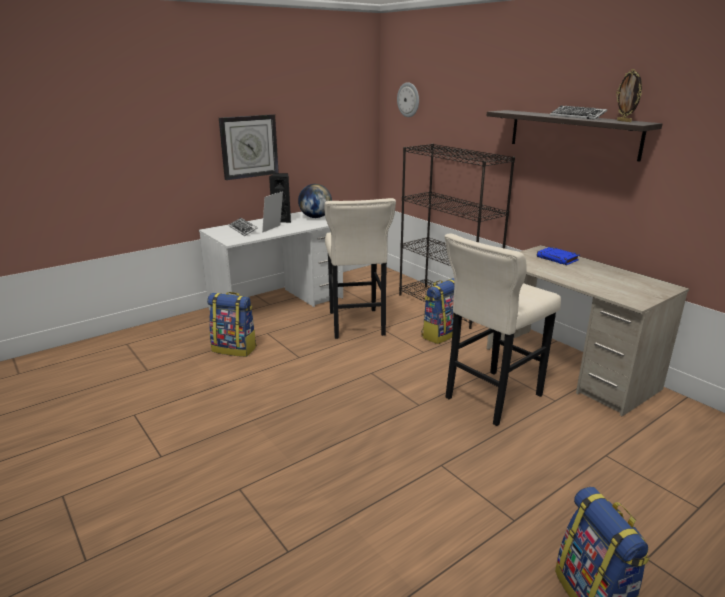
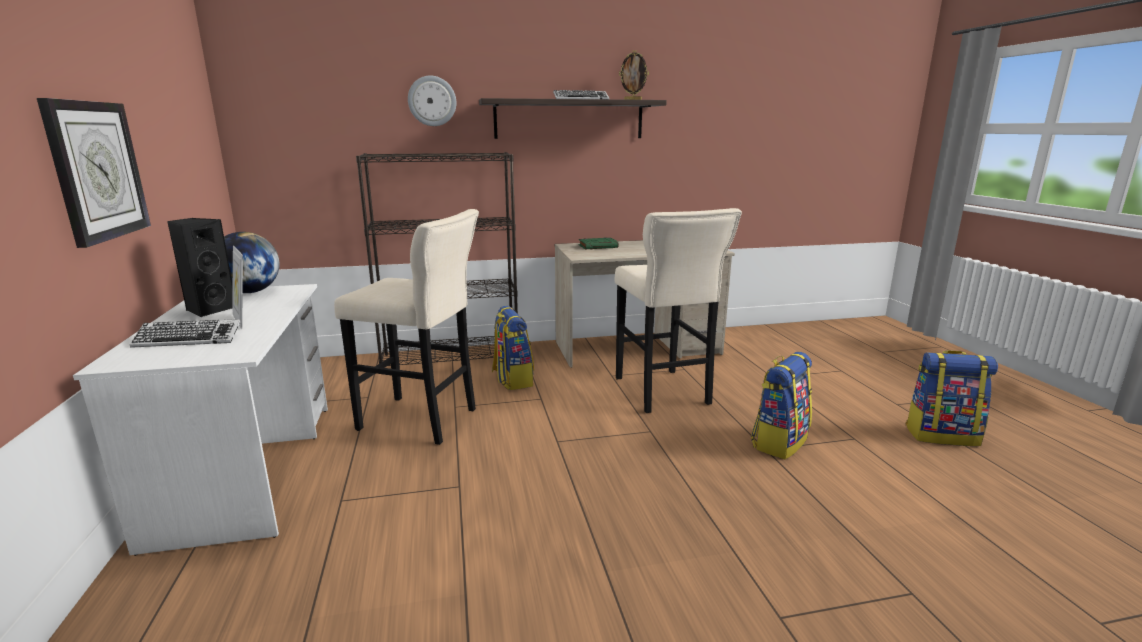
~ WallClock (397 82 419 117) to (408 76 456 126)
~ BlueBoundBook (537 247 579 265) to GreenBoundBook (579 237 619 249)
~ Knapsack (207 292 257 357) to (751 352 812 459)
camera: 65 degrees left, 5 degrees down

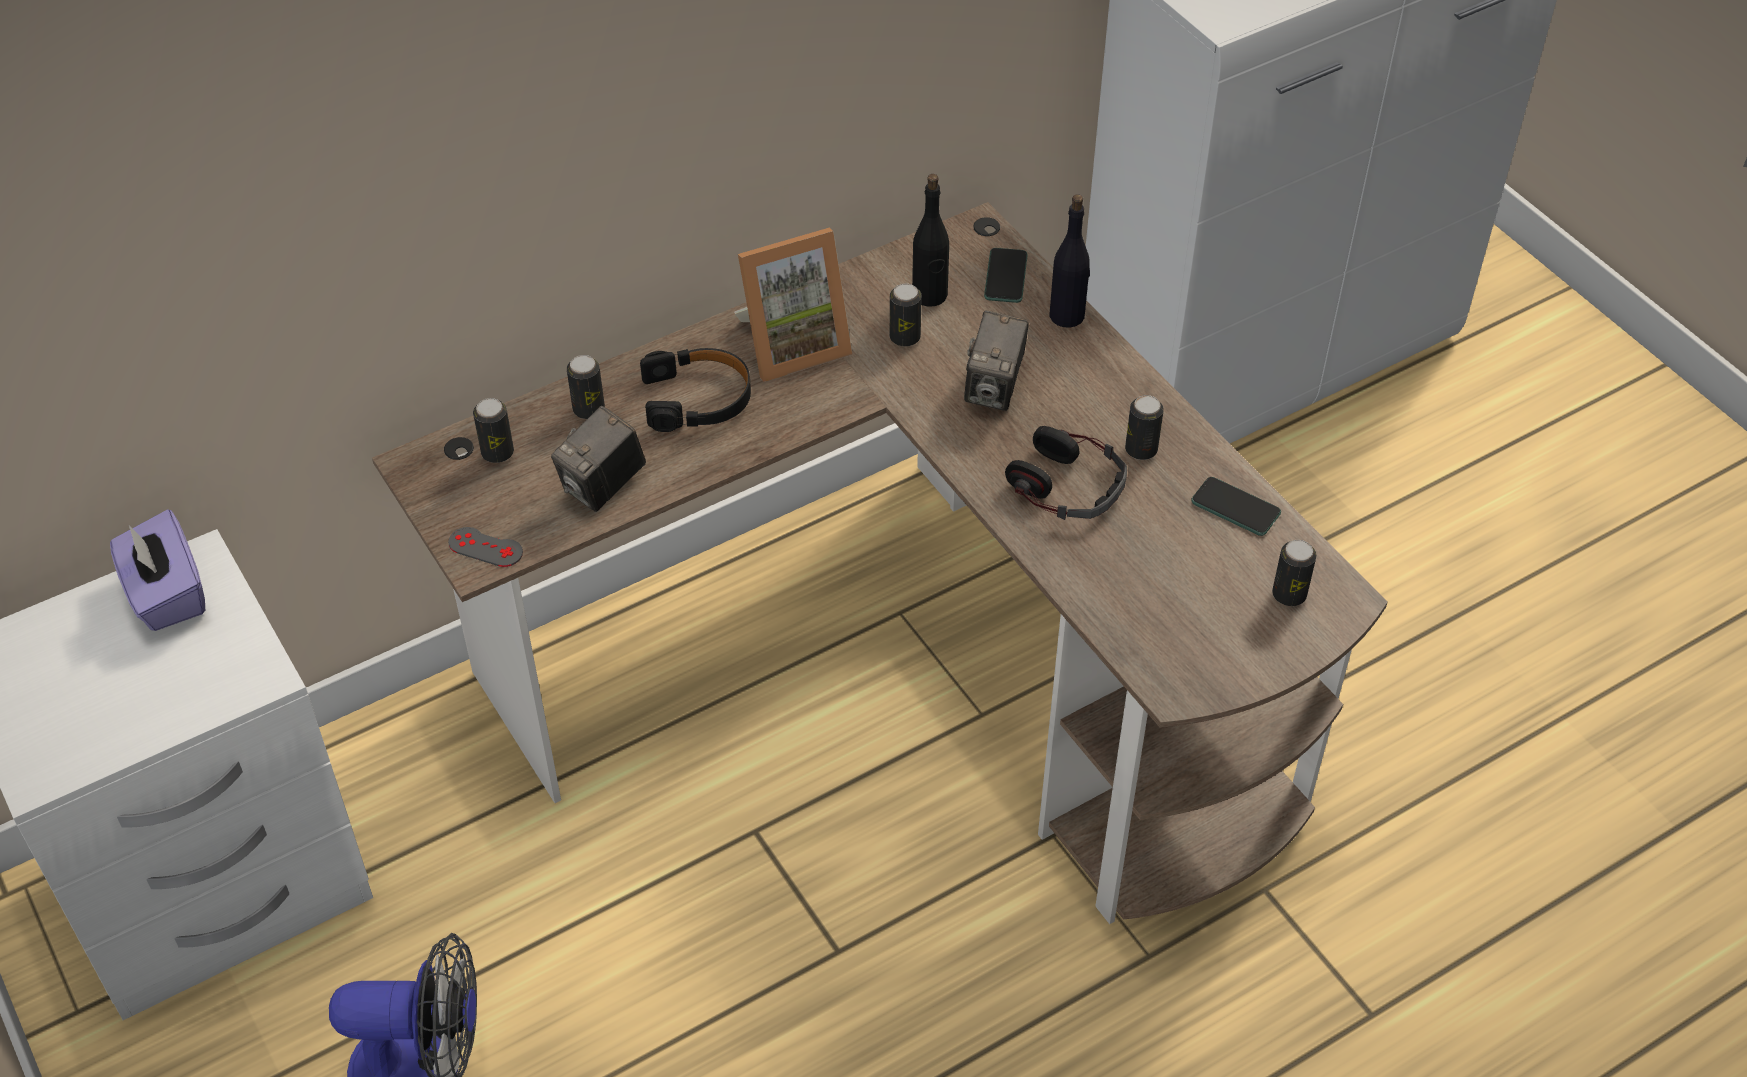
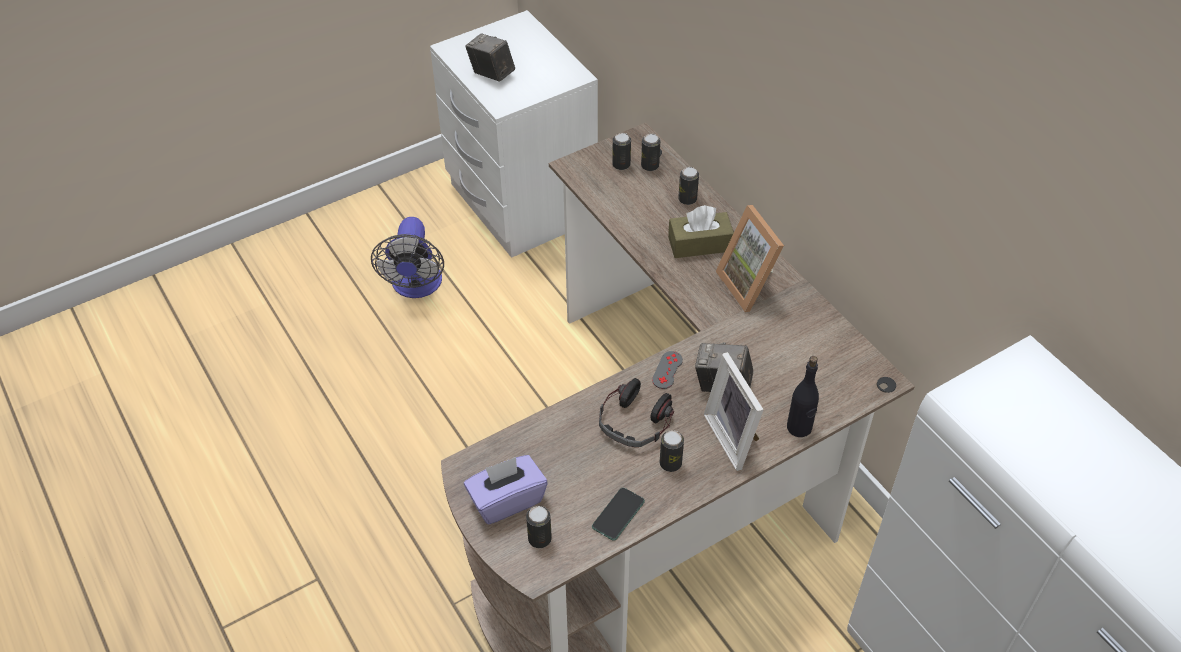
- BlackColouredDrinkBottle (912 174 949 307)
- Phone (984 248 1028 303)
~ SealedCan (890 283 922 347) to (612 133 631 170)
~ BlackColouredHeadset (640 348 751 432) to BrownTissueBox (668 205 734 258)
~ PhotoCamera (551 406 646 512) to (466 33 515 82)
~ PurplishTissueBox (110 509 205 631) to (464 455 548 524)
~ GreyishGamepad (448 527 523 567) to (652 351 683 389)
+ PhotoFrame (704 352 764 471)
camera: 90 degrees right, 0 degrees up

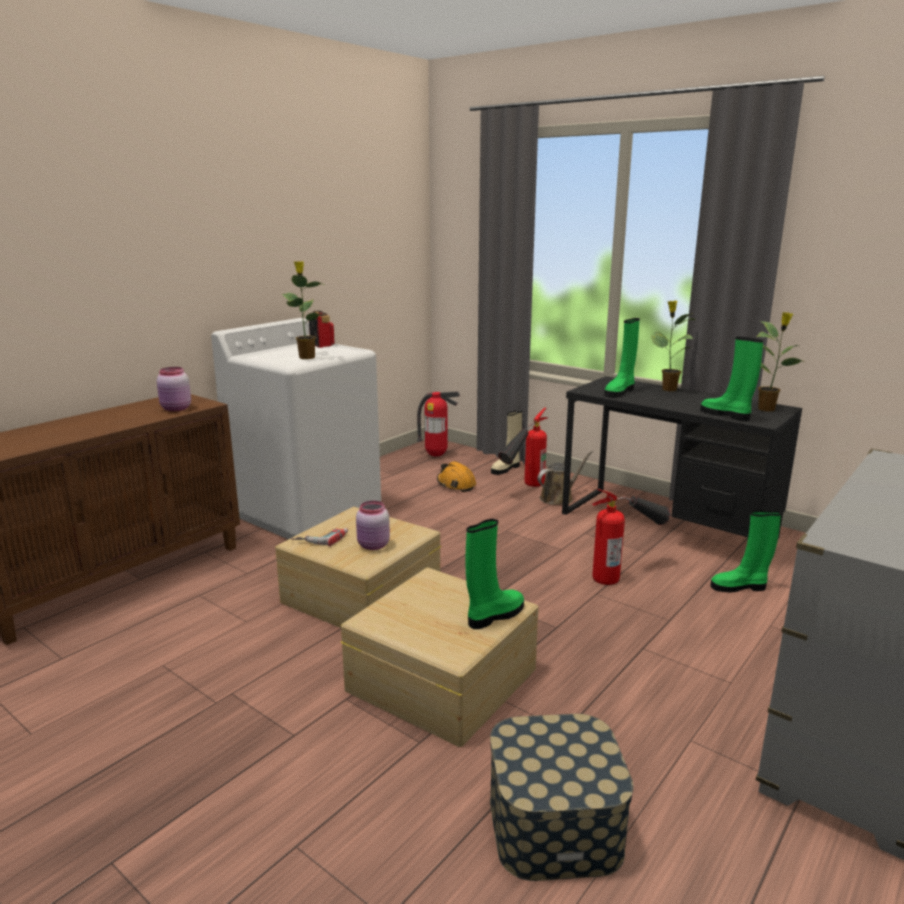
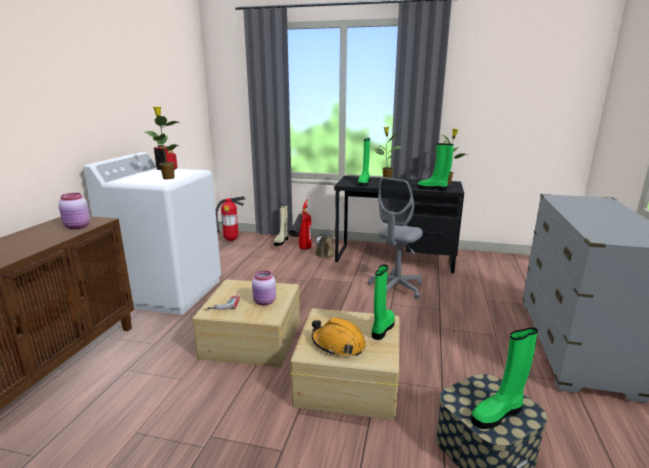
~ OrangeHardHat (437 461 476 492) to (312 317 366 356)
~ FireFightingCylinder (592 489 671 585) to GreyishDeskChair (368 177 423 299)
~ GreenTallBoot (710 510 781 592) to (471 327 538 429)
camera: 25 degrees left, 0 degrees up

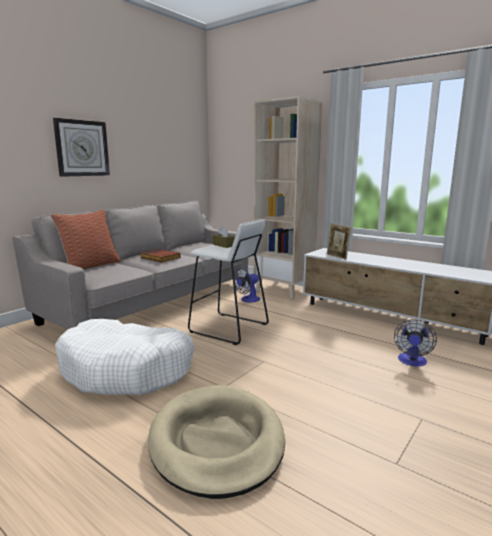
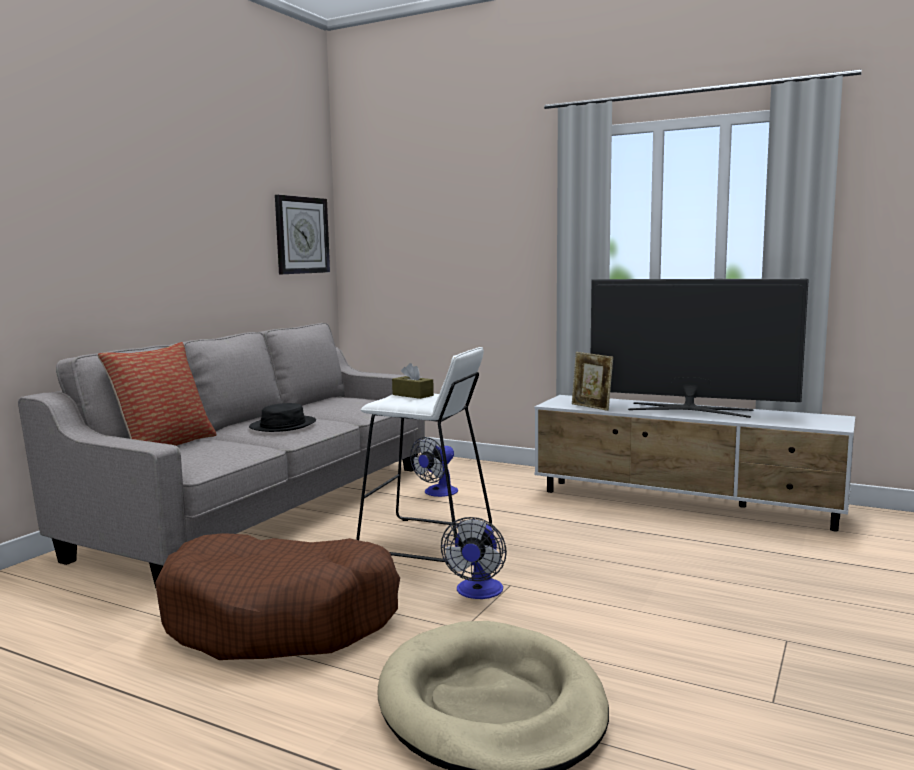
- BeigeShelvingUnit (254 96 322 299)
~ WallClock (53 118 110 177) to (275 195 330 274)
~ BoundBook (141 249 180 263) to BlackColouredClothingHat (249 403 316 432)
~ WhiteDogCushion (55 319 194 395) to BrownDogCushion (155 533 400 660)
~ CoolingFan (394 319 437 366) to (441 517 507 599)
+ Tv (591 279 809 418)
camera: 10 degrees left, 5 degrees down

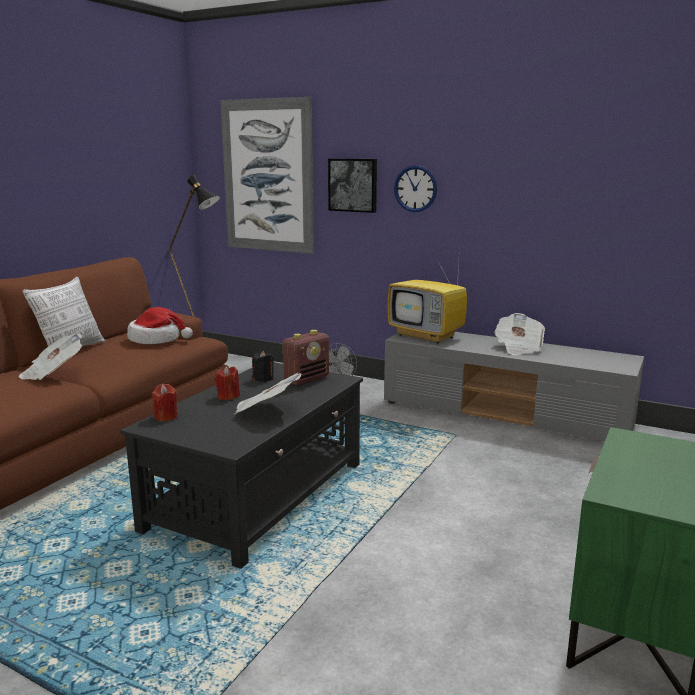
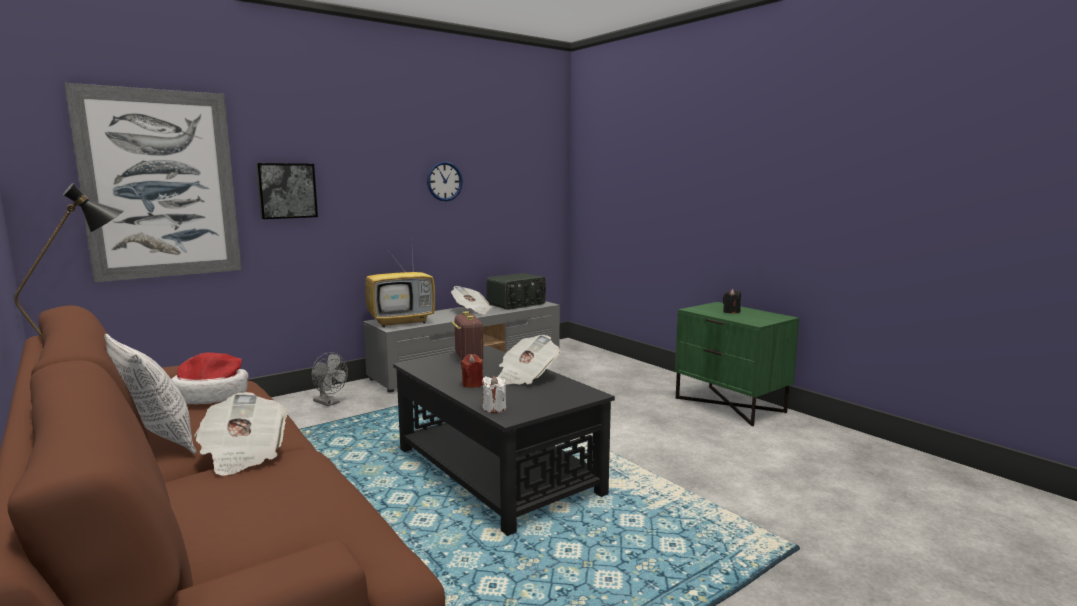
~ WallClock (394 165 437 212) to (427 161 463 201)
~ BlackColouredWaxLight (252 351 274 382) to (723 289 741 314)
~ RedColouredWaxLight (152 384 178 421) to WhiteWaxLight (482 376 506 413)
+ Radio (486 273 546 310)
camera: 65 degrees left, 5 degrees down

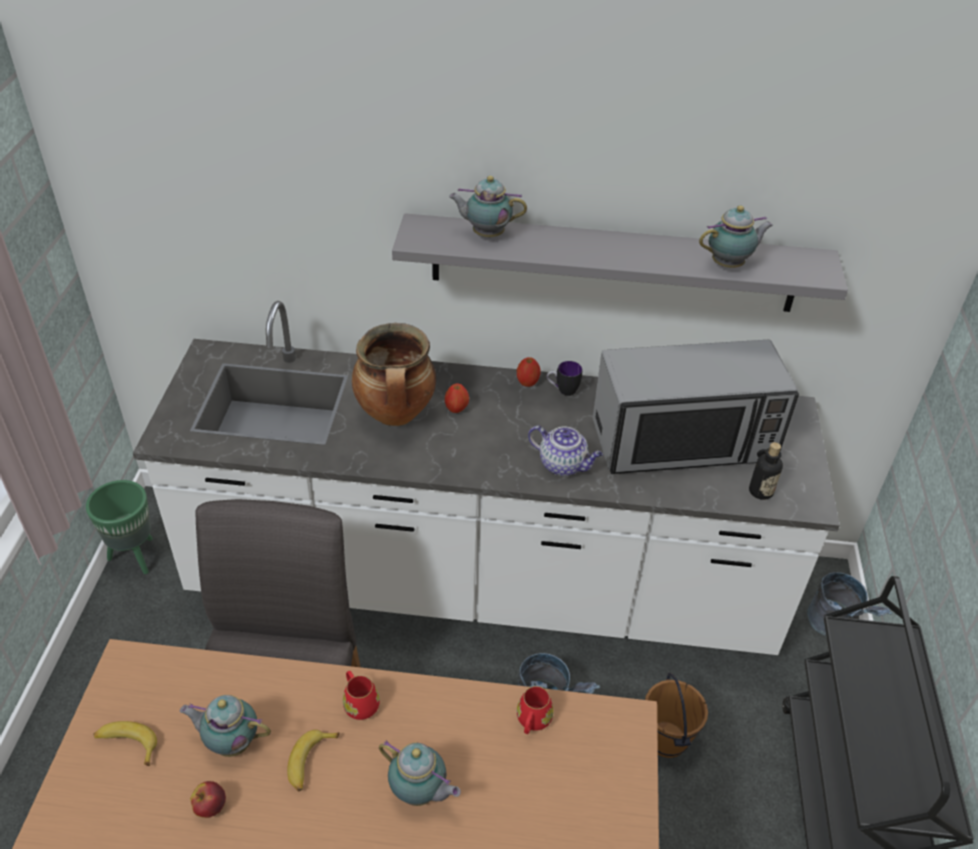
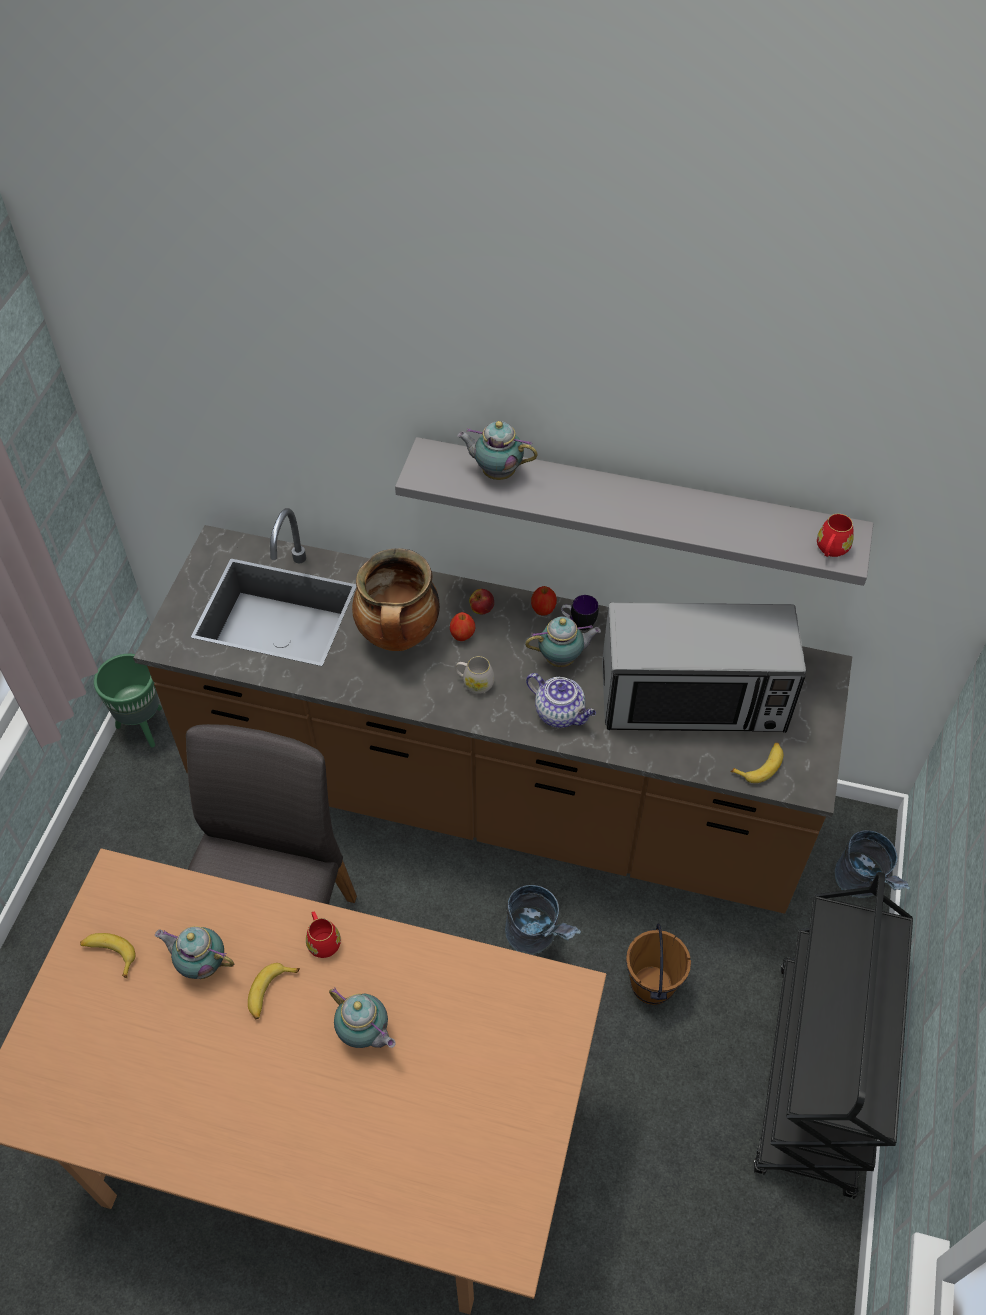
~ TeaPot (699 205 773 268) to (525 616 601 667)
~ WhiteCounter (133 301 840 655) to BrownCounter (133 508 852 914)
~ DrinkBottle (749 442 783 500) to Banana (731 743 783 783)
~ RedColouredMug (517 686 554 734) to (817 514 854 557)
~ WholeApple (190 781 226 818) to (469 589 494 615)
+ WhiteMug (455 656 494 694)
camera: 10 degrees right, 10 degrees up

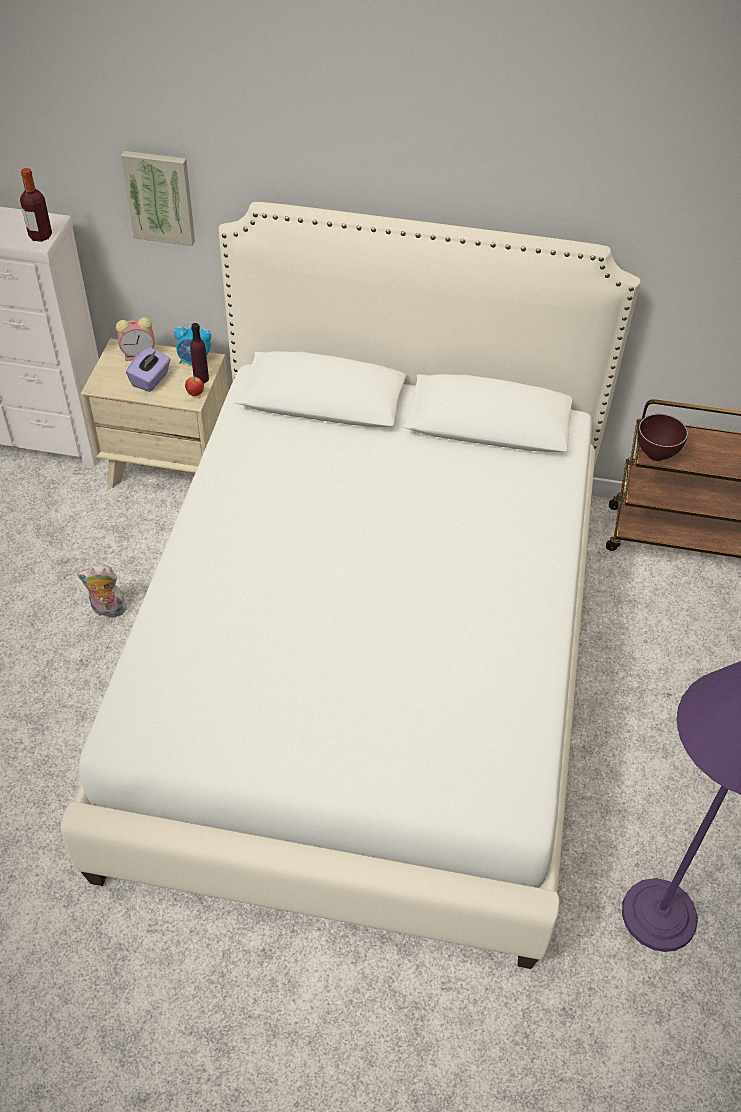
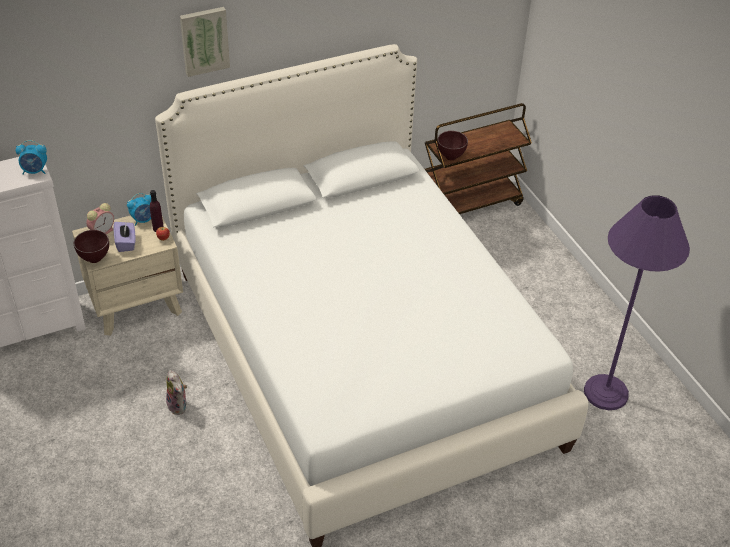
~ WallPicture (121 151 195 246) to (180 7 230 77)
~ DrinkBottle (20 168 52 242) to AlarmClock (16 140 47 174)
~ SoftToy (77 564 127 617) = (166 370 187 415) 90 degrees counterclockwise
+ BrownDeepDish (74 230 109 263)
camera: 35 degrees left, 5 degrees down

